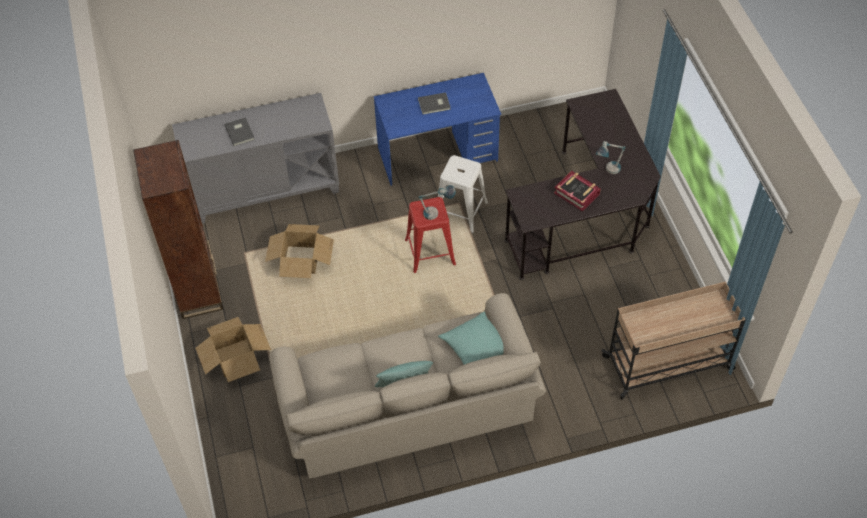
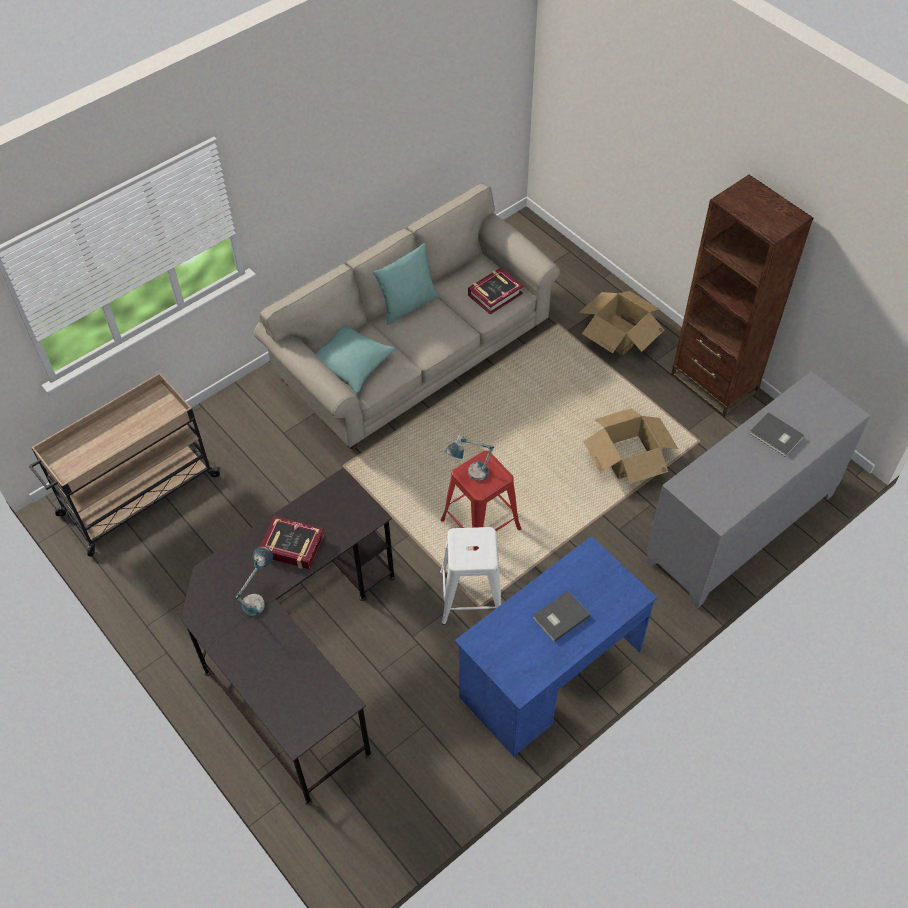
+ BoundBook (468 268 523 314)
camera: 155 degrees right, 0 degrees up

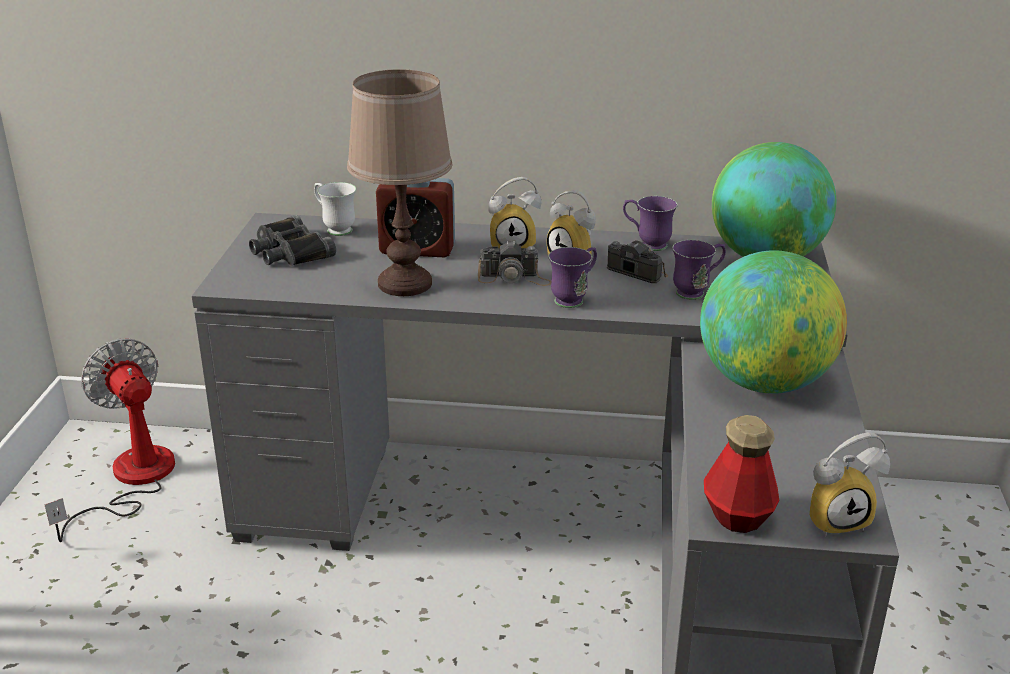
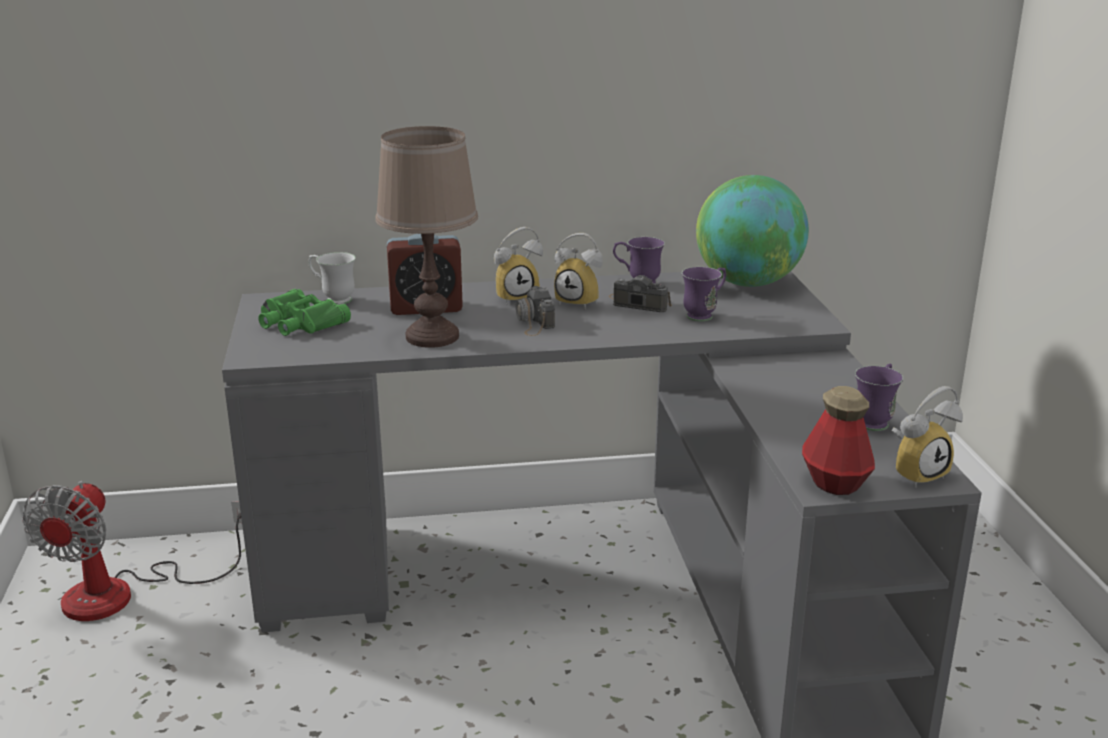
~ BlackColouredFieldGlasses (249 215 336 266) to GreenFieldGlasses (258 288 351 336)
~ PhotoCamera (478 241 551 286) = (516 286 555 336) 90 degrees clockwise
~ PurplishMug (548 247 597 308) to (855 364 903 431)
- Globe (700 250 847 394)
~ CoolingFan (45 338 175 542) = (22 481 242 621) 120 degrees counterclockwise
camera: 15 degrees left, 5 degrees down

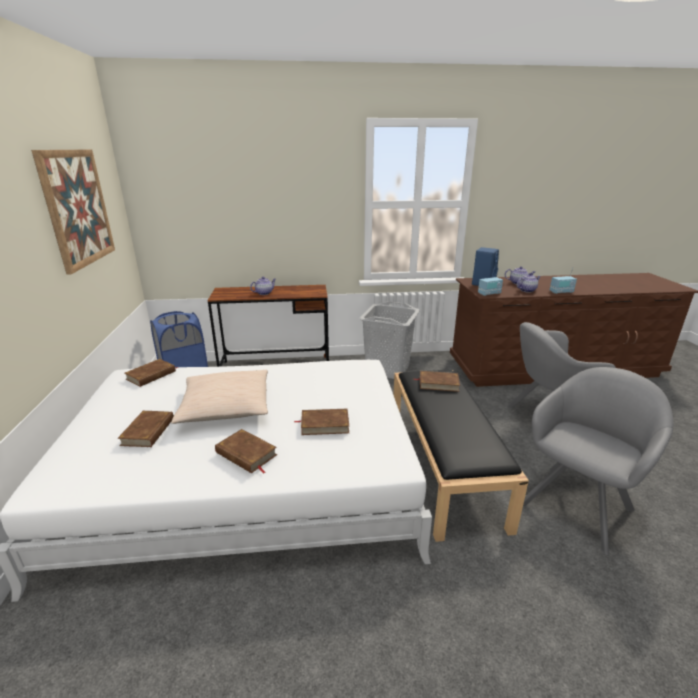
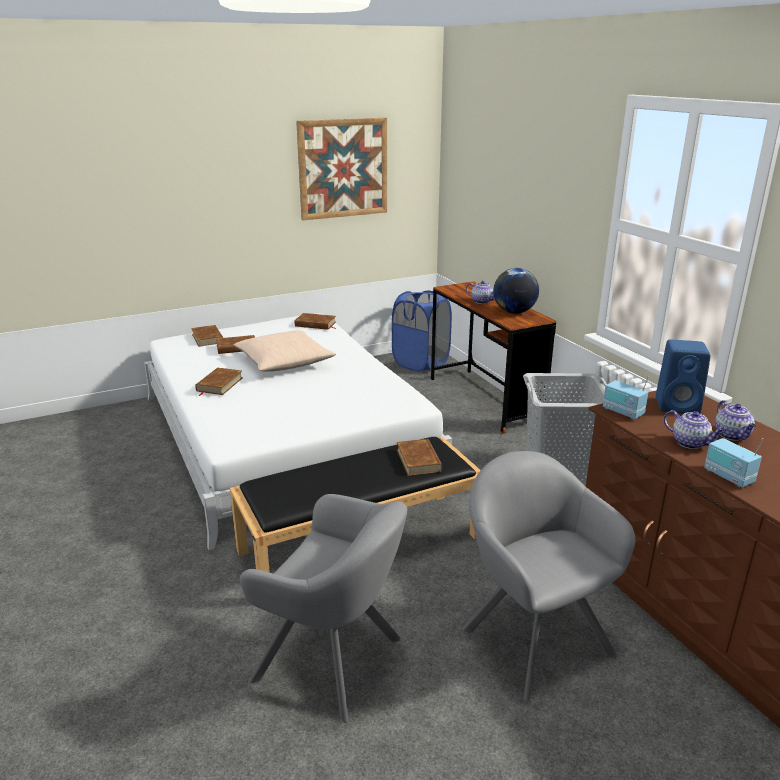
~ BrownBoundBook (294 409 349 435) to (191 325 223 347)
+ Globe (493 268 539 314)
camera: 70 degrees right, 0 degrees up

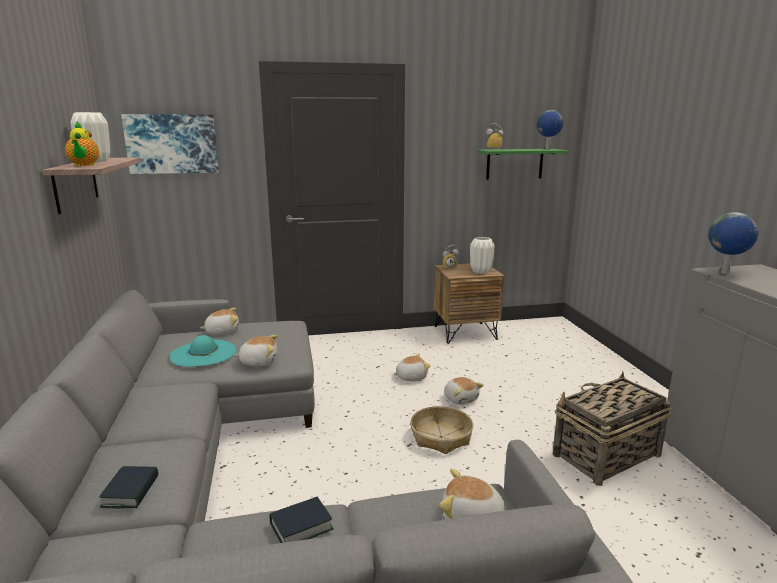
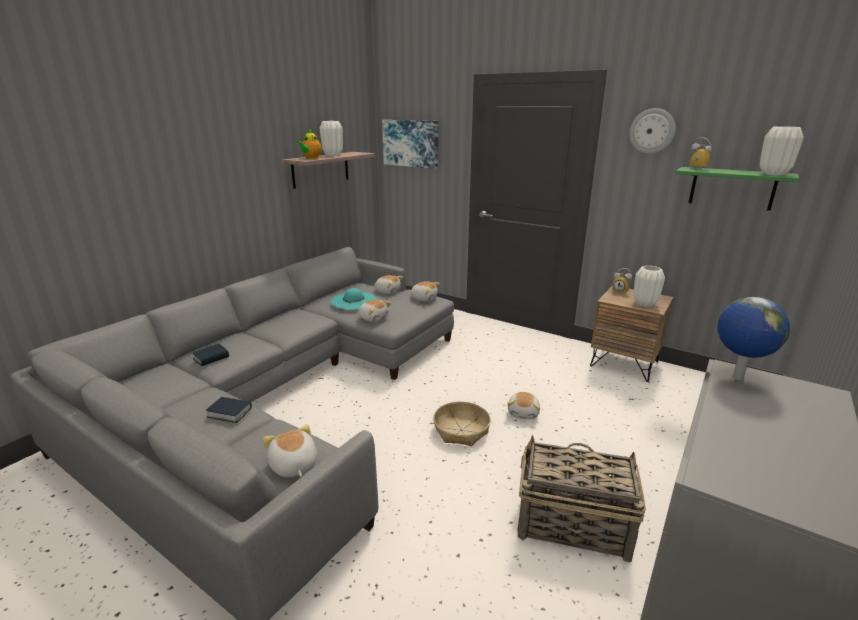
~ Globe (537 110 563 150) to WhiteDecorativeVase (760 126 804 176)
~ SoftToy (393 354 431 381) to (410 281 440 302)
+ WallClock (629 108 676 154)
camera: 45 degrees right, 5 degrees up

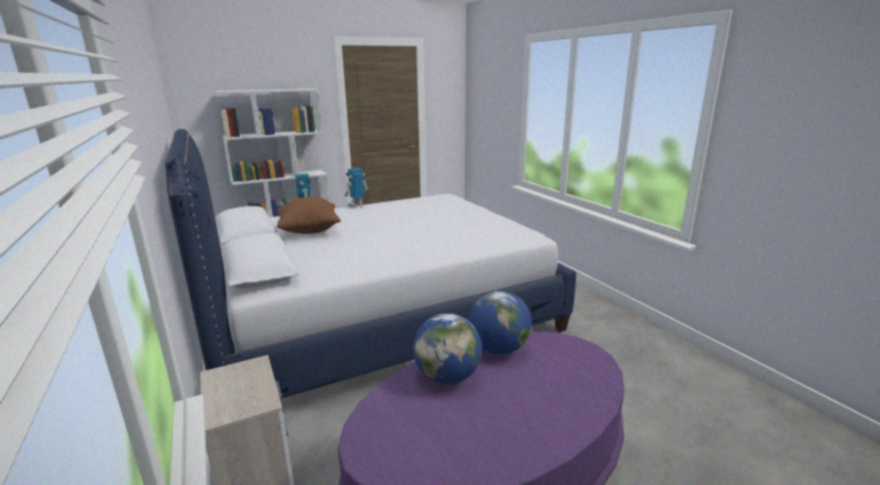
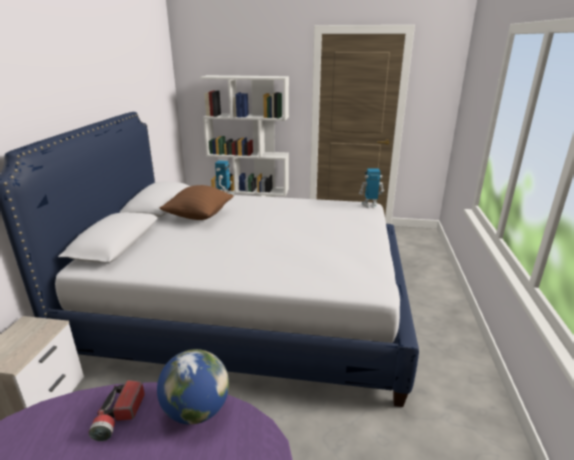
~ RobotFigure (344 168 368 208) to (359 168 384 208)
~ Globe (413 313 482 384) to Flashlight (88 380 145 441)
camera: 35 degrees right, 5 degrees up

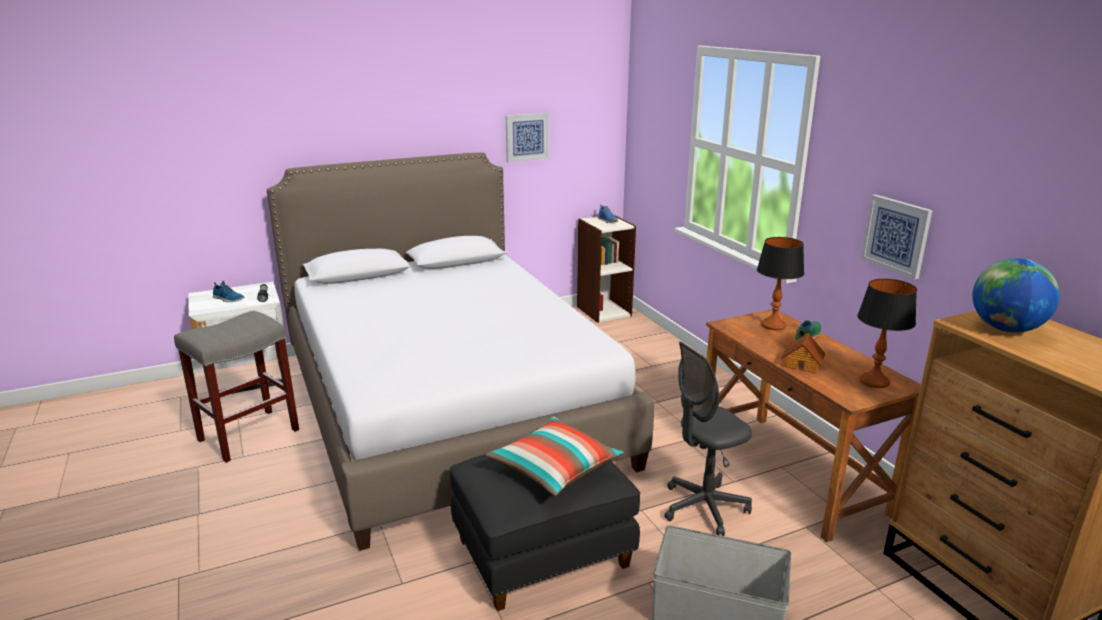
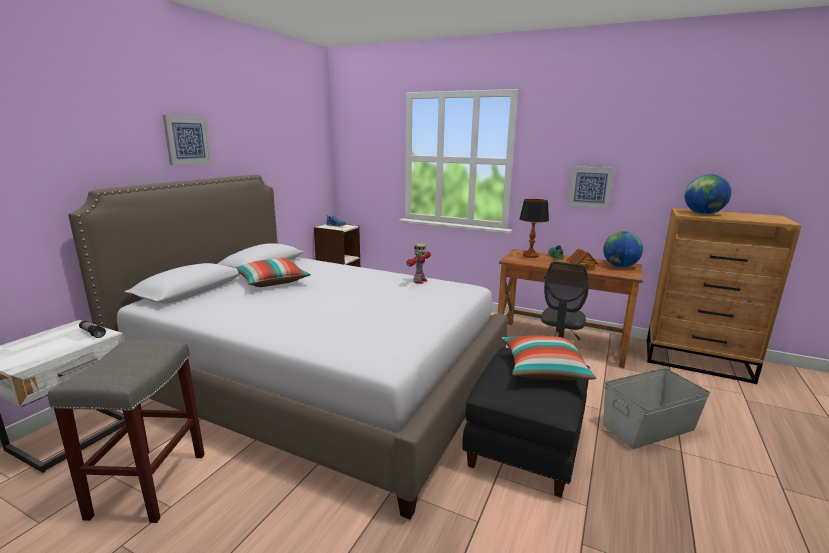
~ WallPicture (506 113 549 162) to (163 115 212 166)
~ LampForATable (857 279 917 388) to Globe (603 231 643 267)
- LowShoe (213 281 245 302)
+ RobotFigure (406 243 431 284)
+ ThrowPillow (235 258 311 287)
camera: 40 degrees left, 5 degrees down

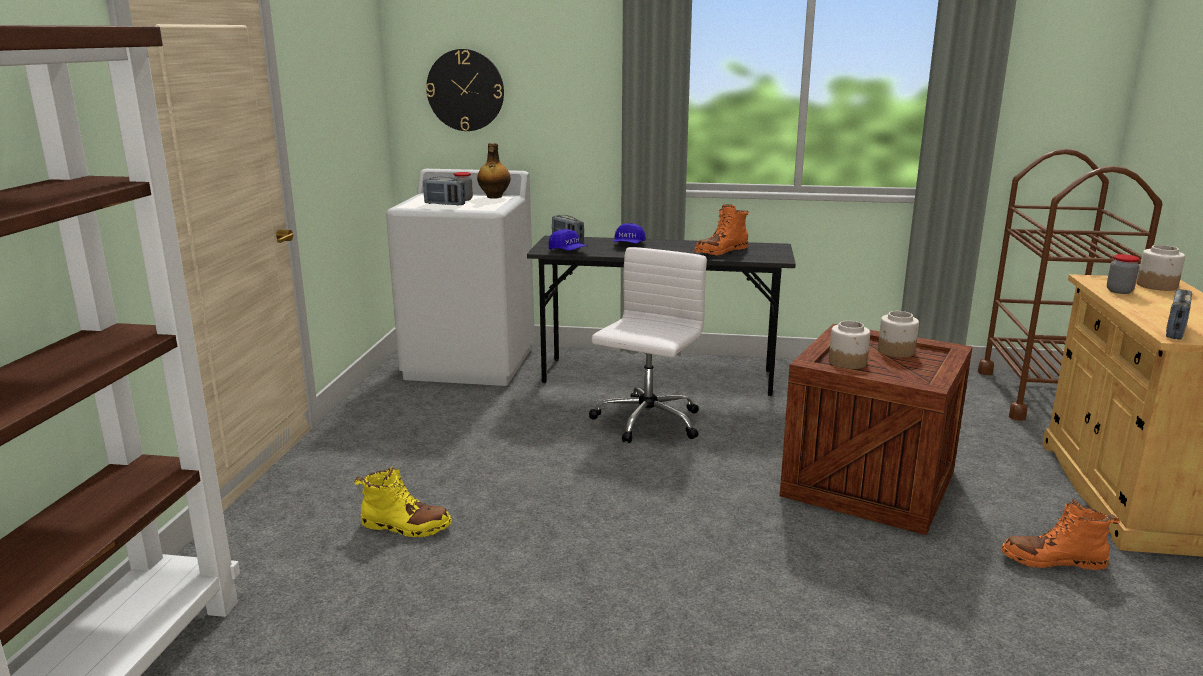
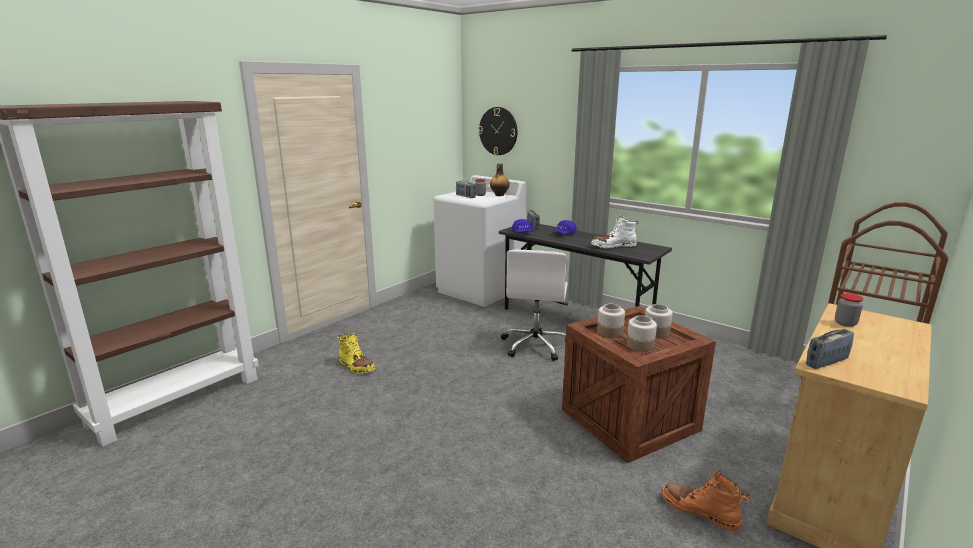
~ OrangeTallBoot (694 204 749 256) to WhiteTallBoot (591 215 639 248)
~ Jar (1137 245 1185 291) to (627 315 657 352)
~ WhiteDeskChair (589 247 707 443) = (501 250 568 361) 135 degrees clockwise
camera: 30 degrees right, 0 degrees up

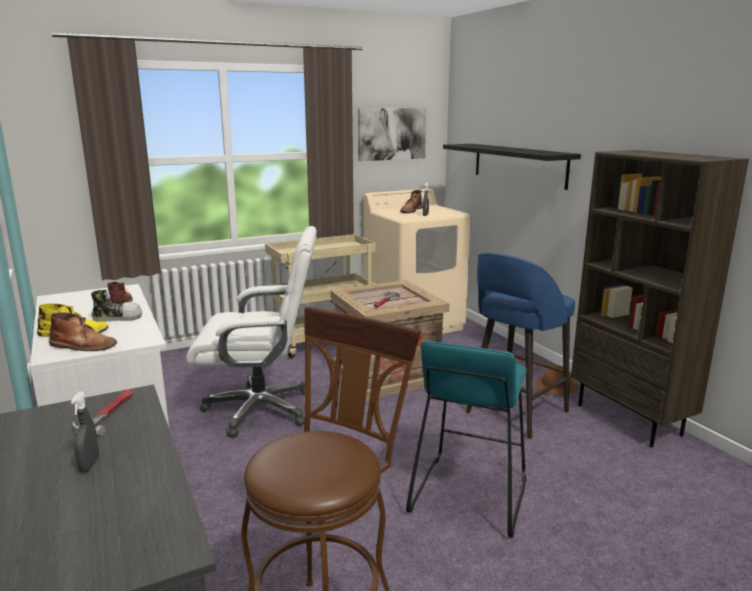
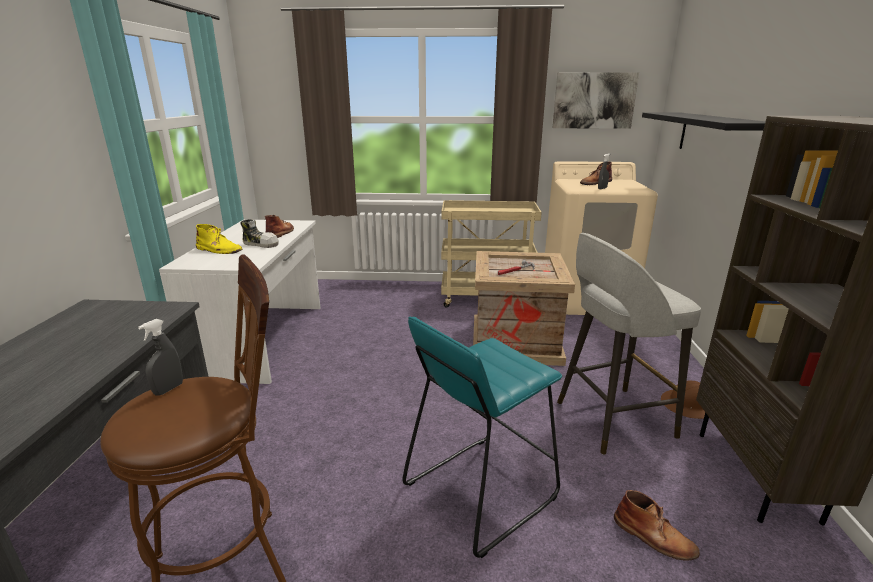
- WhiteDeskChair (186 226 317 438)
~ BlueSittingStool (466 253 575 439) to GreyishSittingStool (557 233 701 455)
~ BrownTallBoot (49 312 117 351) to (614 490 700 561)
- Hammer (73 389 133 436)
~ GreyishSprayBottle (71 392 99 472) to (138 319 183 396)
camera: 30 degrees right, 5 degrees up

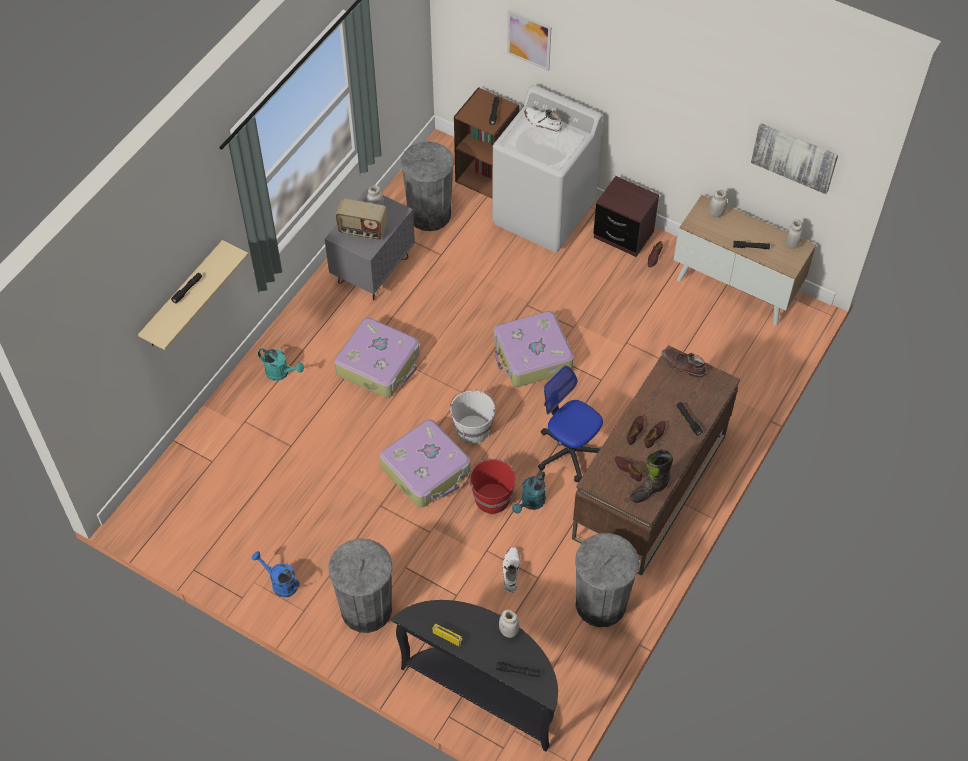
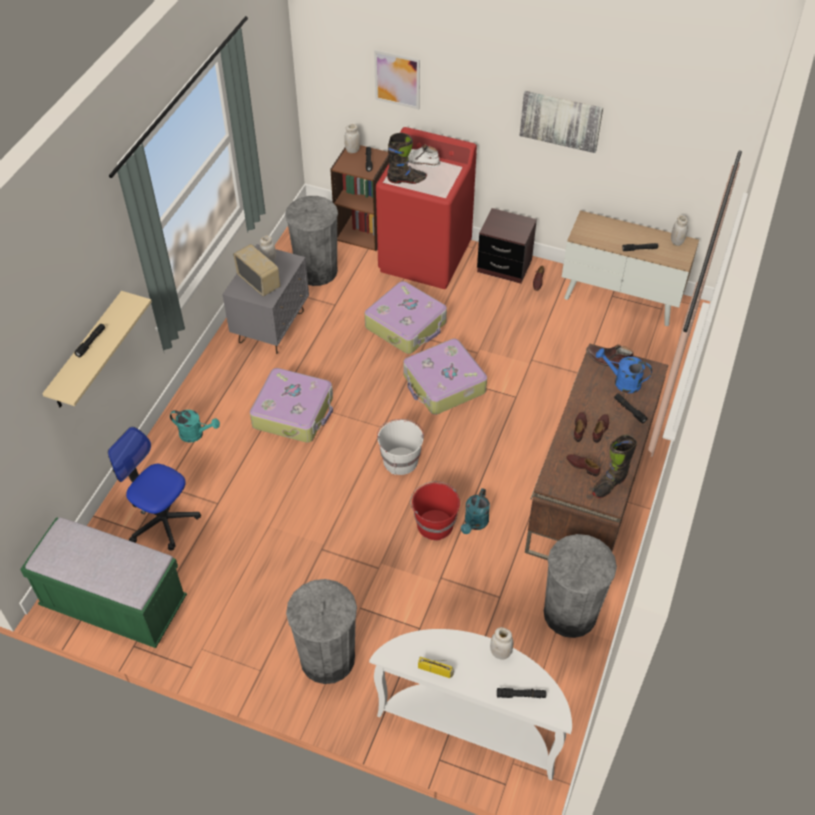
~ WhiteLaundryMachine (492 85 603 252) to RedColouredLaundryMachine (376 127 477 289)
~ WallPicture (751 123 838 194) to (520 91 603 153)
~ WhiteJar (709 190 727 217) to (344 124 360 153)
~ Radio (336 199 387 240) = (233 244 280 297) 135 degrees counterclockwise
~ DeskChair (538 366 603 482) to (108 427 201 550)
~ PieceOfLuggage (380 419 471 508) to (365 281 447 354)
- WhiteTallBoot (502 547 520 593)
~ BlueSprinklingCan (252 551 300 598) to (596 348 652 393)
~ BlackColouredNarrowTable (391 600 558 752) to WhiteNarrowTable (369 629 572 781)
+ BlackColouredTallBoot (387 133 427 184)
+ GreenLongSeat (20 517 187 648)
camera: 10 degrees left, 5 degrees down

